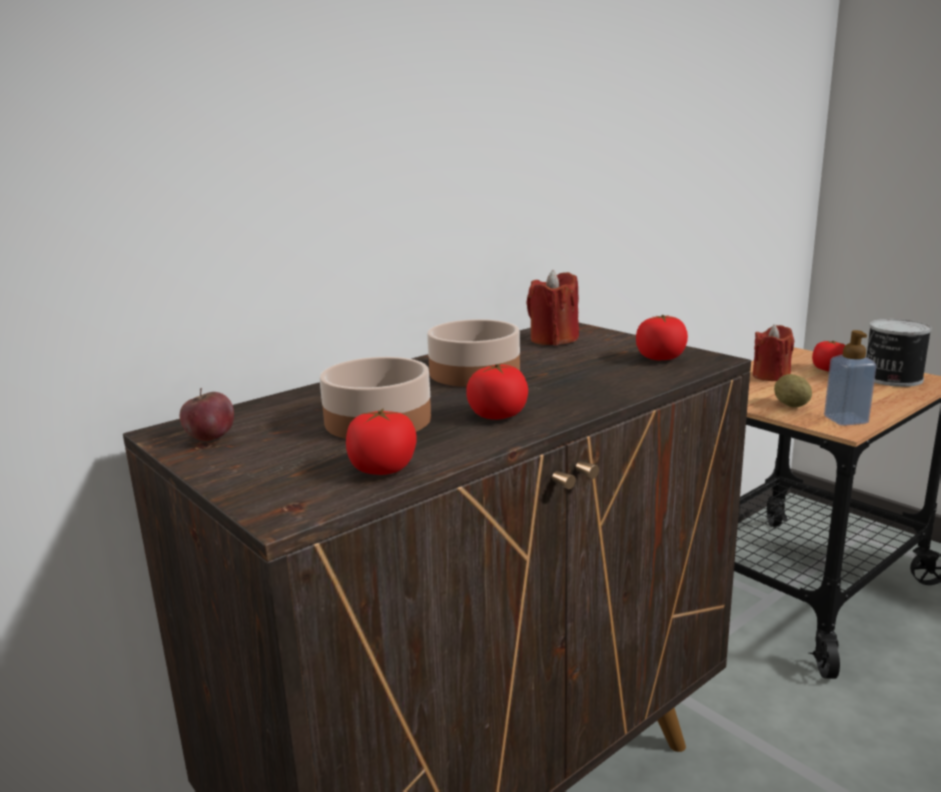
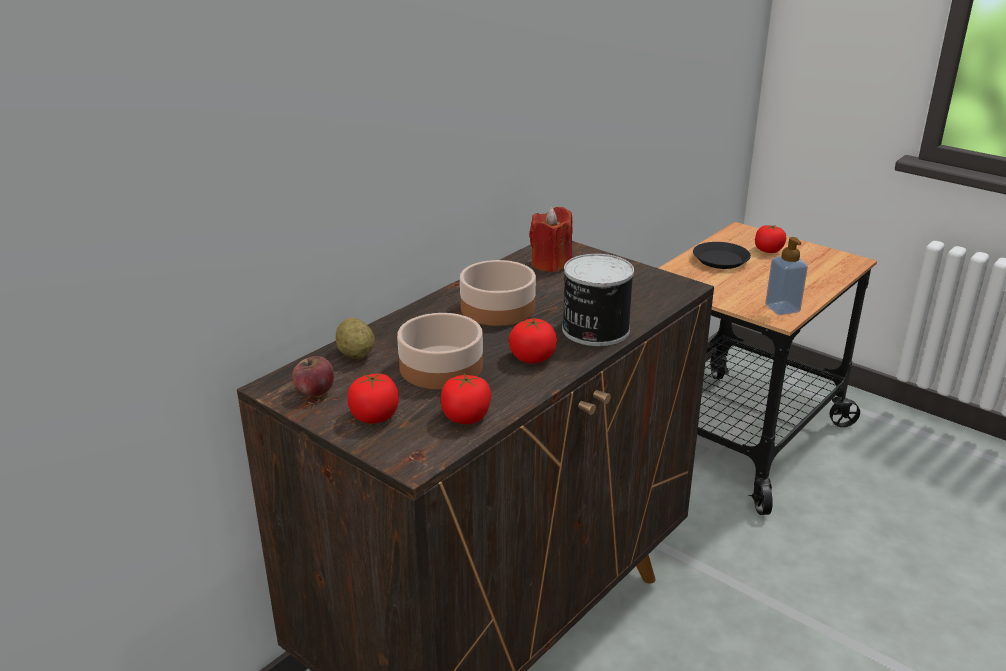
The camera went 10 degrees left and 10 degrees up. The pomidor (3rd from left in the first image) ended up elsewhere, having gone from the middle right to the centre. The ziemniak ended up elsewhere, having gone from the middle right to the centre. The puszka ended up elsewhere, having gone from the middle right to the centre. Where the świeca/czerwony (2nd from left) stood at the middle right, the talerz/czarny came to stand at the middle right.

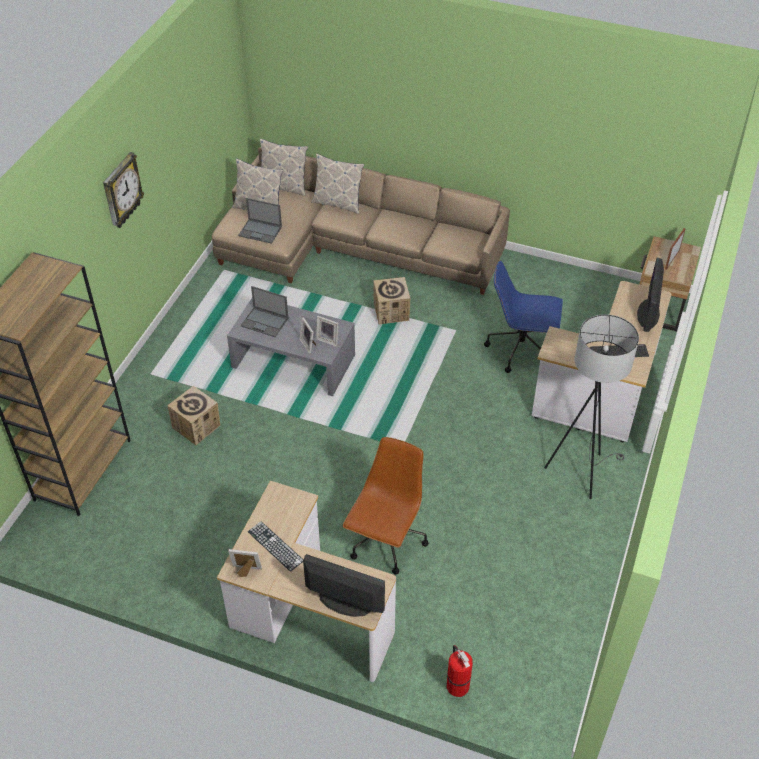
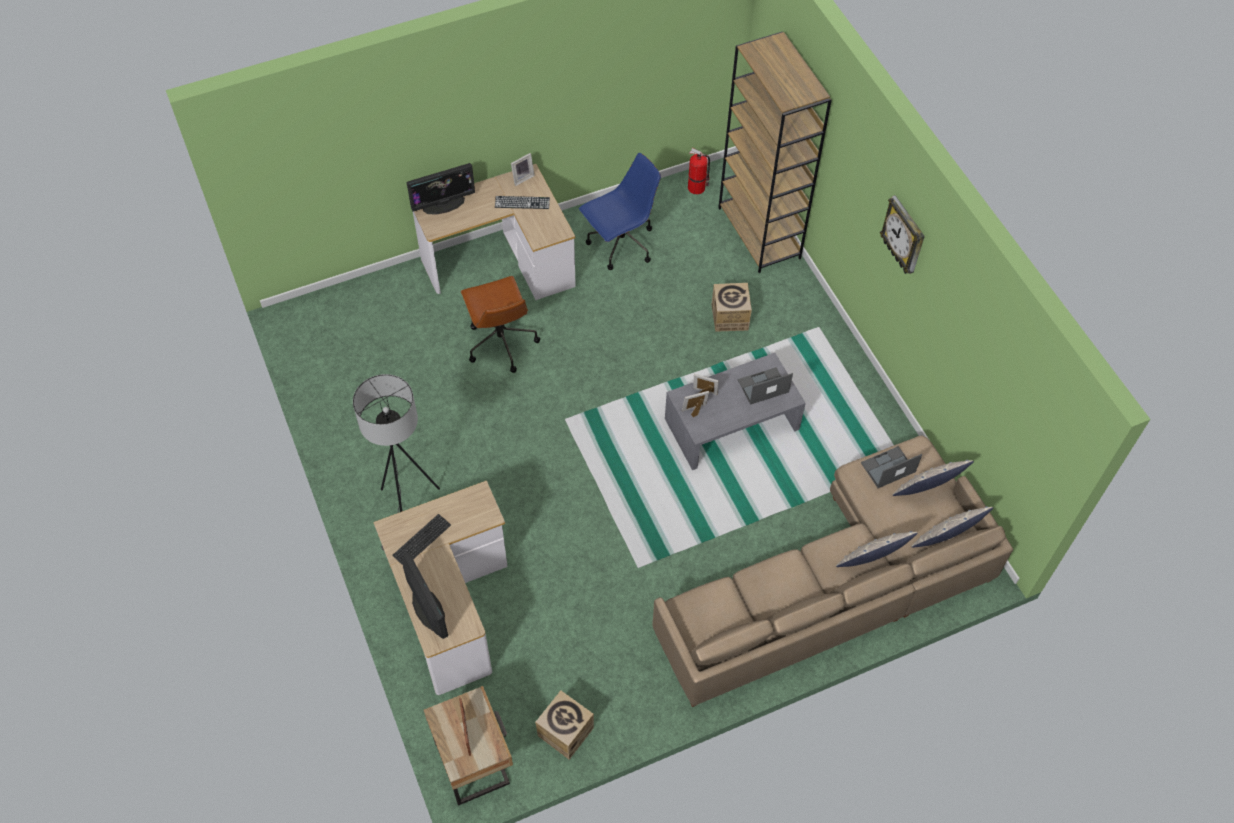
The camera went 135 degrees right and 10 degrees up. The karton (2nd from left in the first image) ended up elsewhere, having gone from the centre to the bottom centre. The gaśnica ended up elsewhere, having gone from the bottom centre to the top centre. The krzesło biurowe/niebieski ended up elsewhere, having gone from the middle right to the top centre.

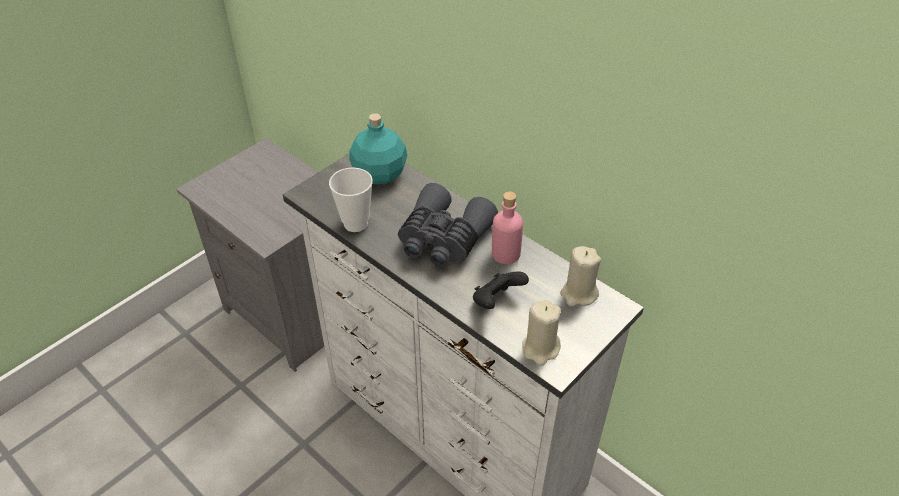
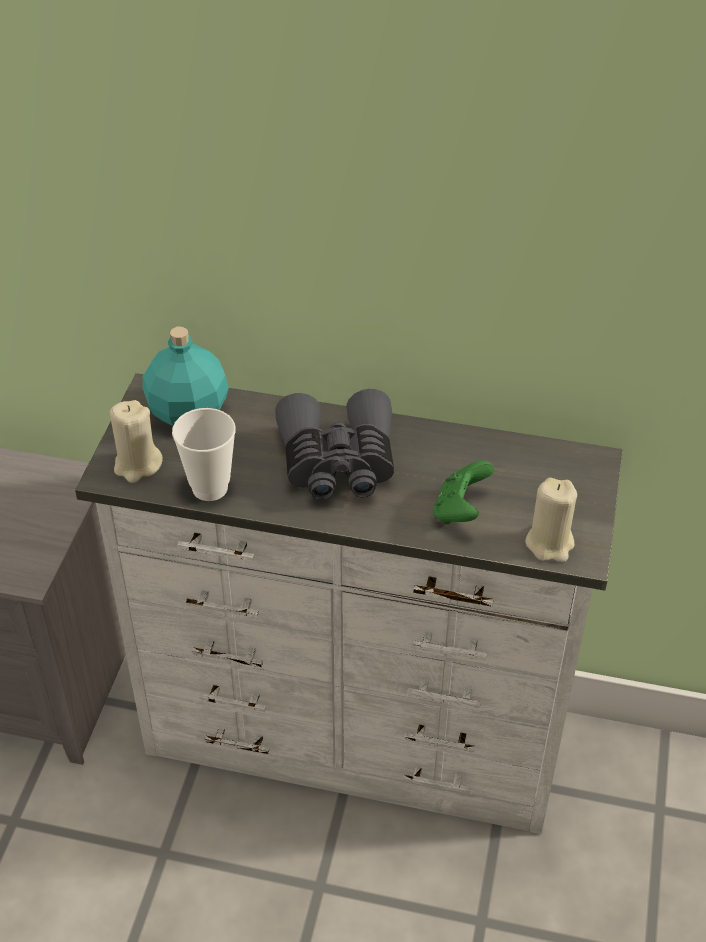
The camera went 30 degrees left and 0 degrees up. The second view lost the butelka/różowy at the centre. The świeca/beżowy (2nd from left in the first image) ended up elsewhere, having gone from the centre to the middle left. What was the pad do gier/czarny at the centre turned into the pad do gier/zielony at the centre.

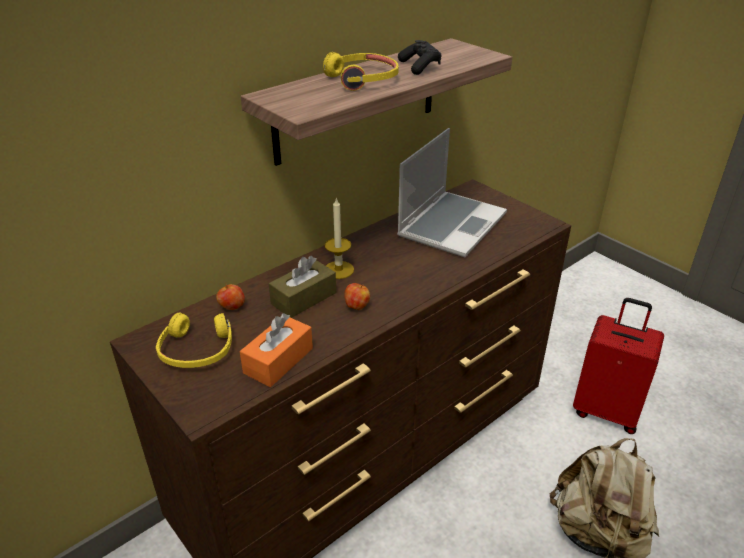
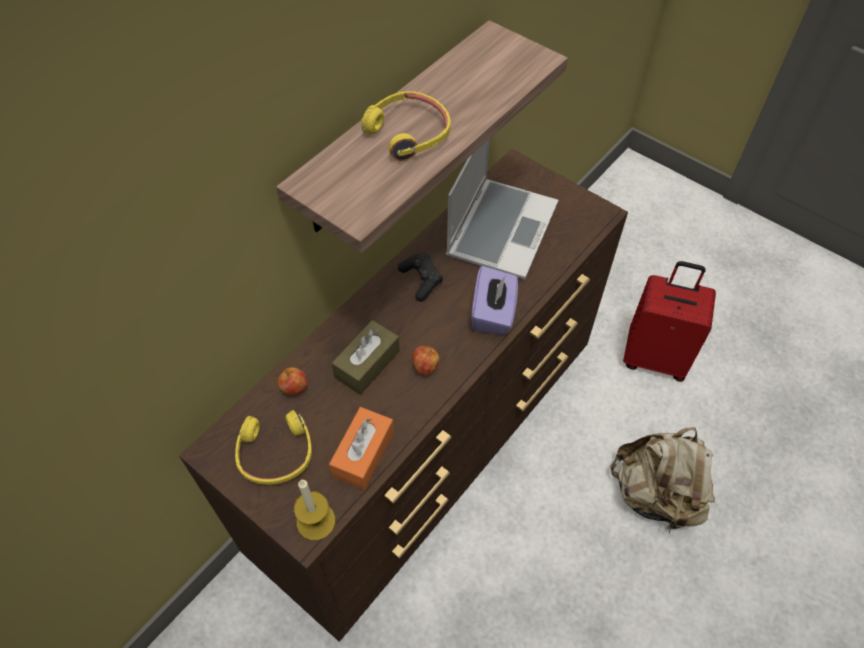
The camera went 10 degrees left and 20 degrees up. The second view gained the pudełko chusteczek/fioletowy at the centre. The świeca ended up elsewhere, having gone from the centre to the bottom centre. The pad do gier/czarny ended up elsewhere, having gone from the top centre to the centre.

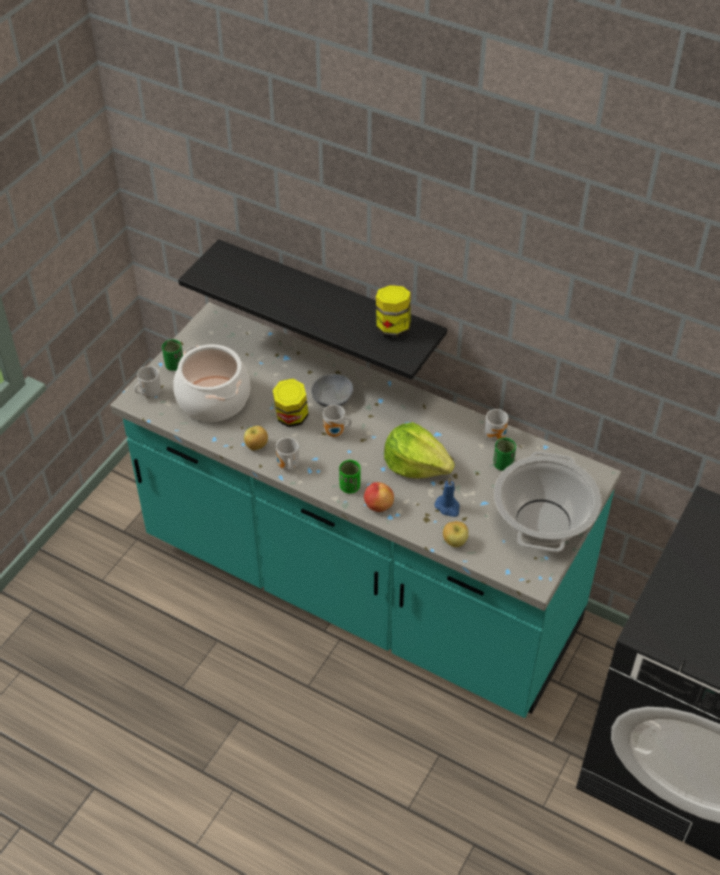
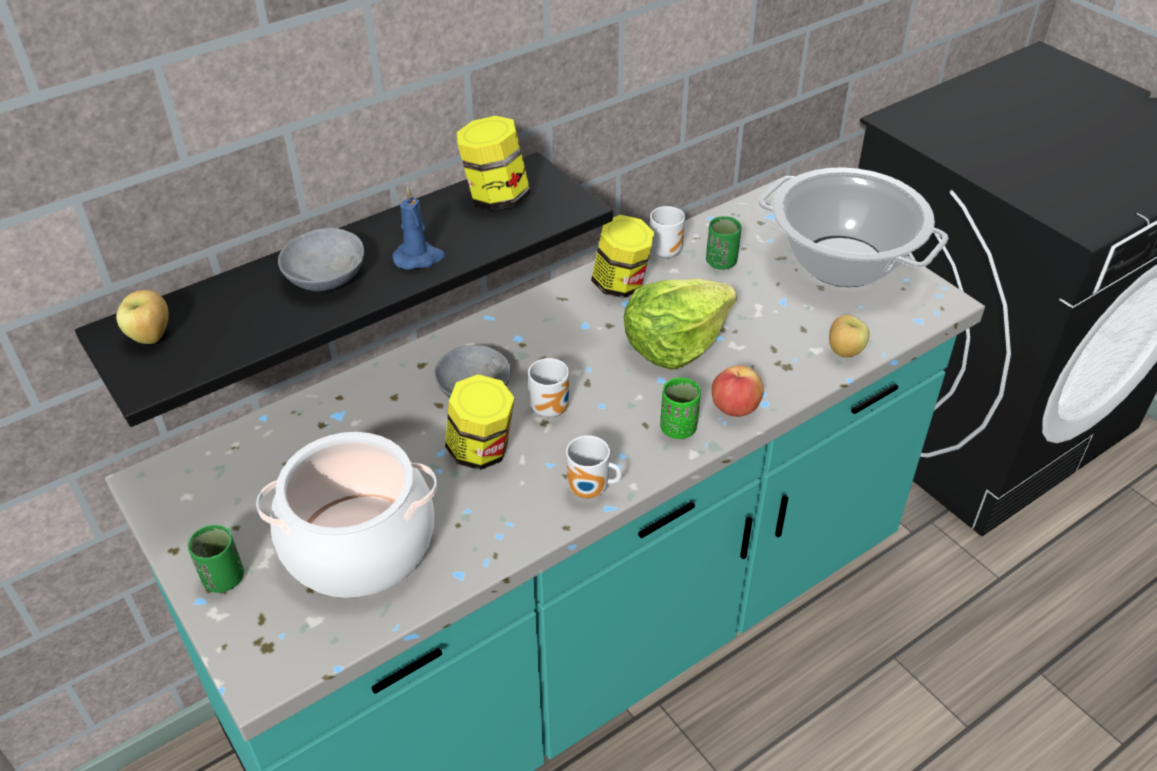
The camera went 65 degrees left and 5 degrees down. The second view lost the kubek (1st from left) at the middle left. The second view gained the miska/szary (1st from left) at the middle left. The second view gained the słoik (3rd from left) at the top centre. The jabłko (1st from left) ended up elsewhere, having gone from the centre to the middle left. The świeca/niebieski ended up elsewhere, having gone from the centre to the top centre.

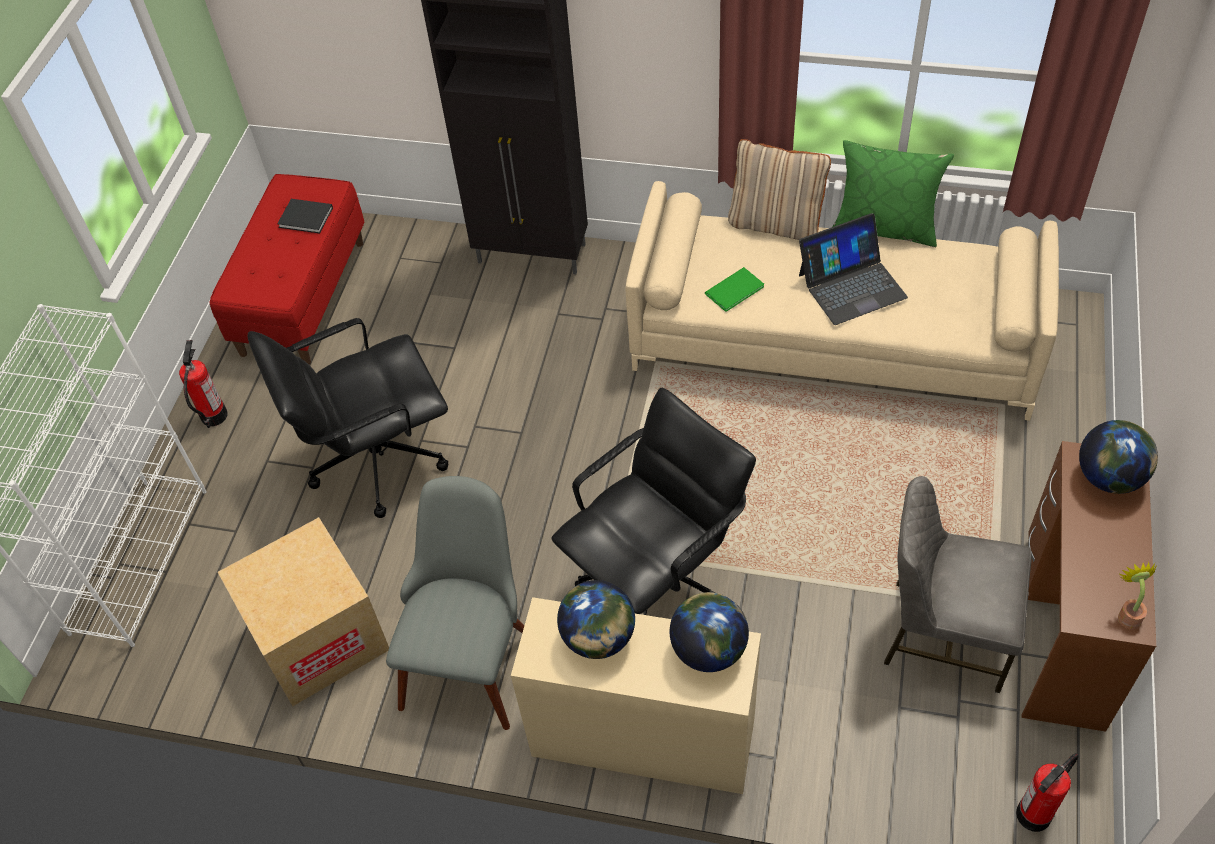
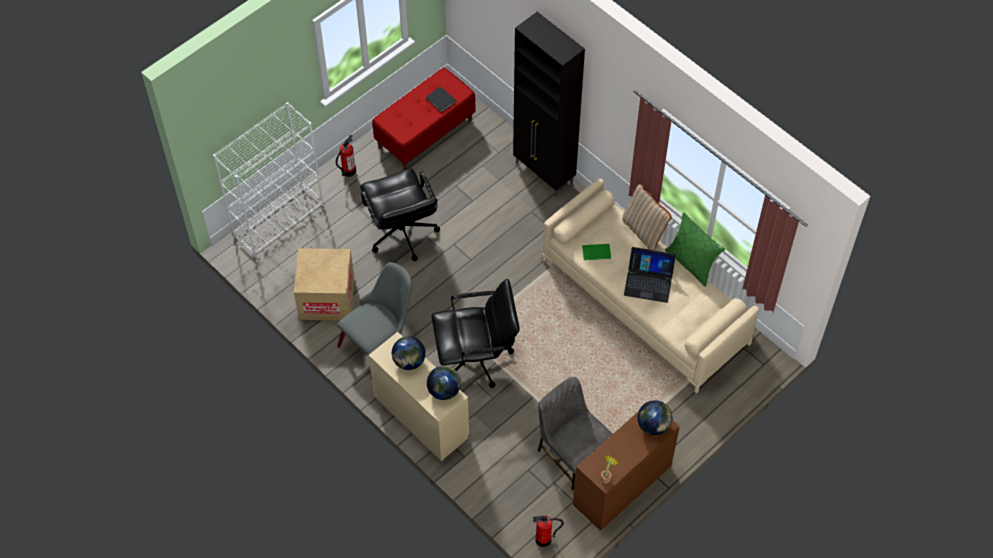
The camera went 30 degrees right and 5 degrees up. The krzesło biurowe/czarny (1st from left) at the middle left ended up facing another way, 120 degrees counterclockwise from before.

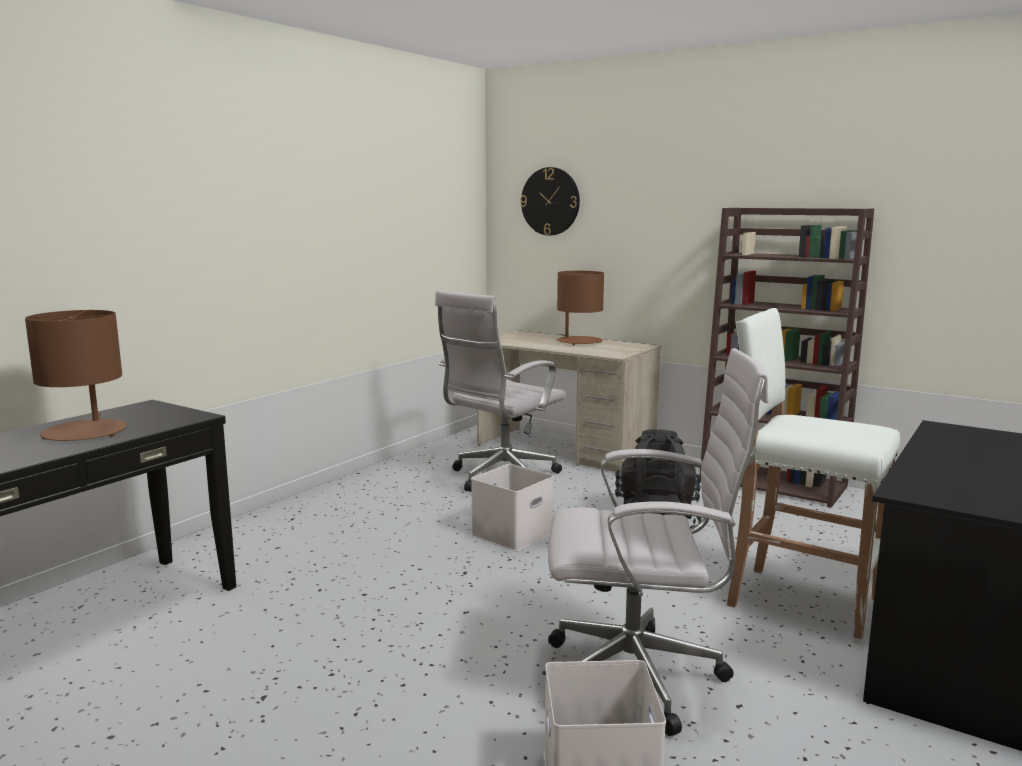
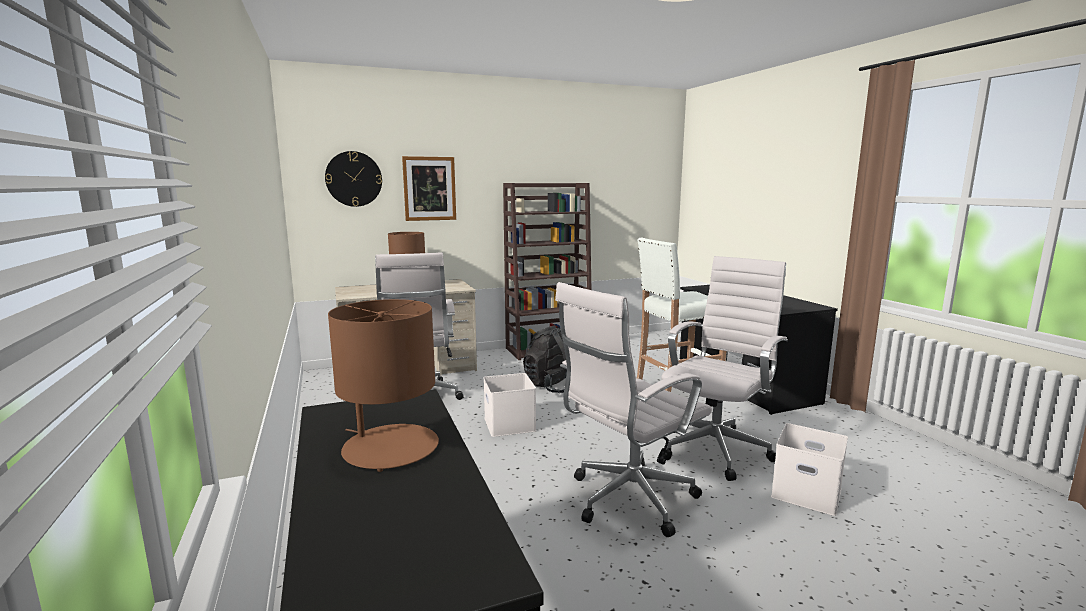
The camera went 55 degrees left and 0 degrees up. The second view gained the obraz at the top centre. The second view gained the krzesło biurowe/biały (2nd from left) at the bottom centre.

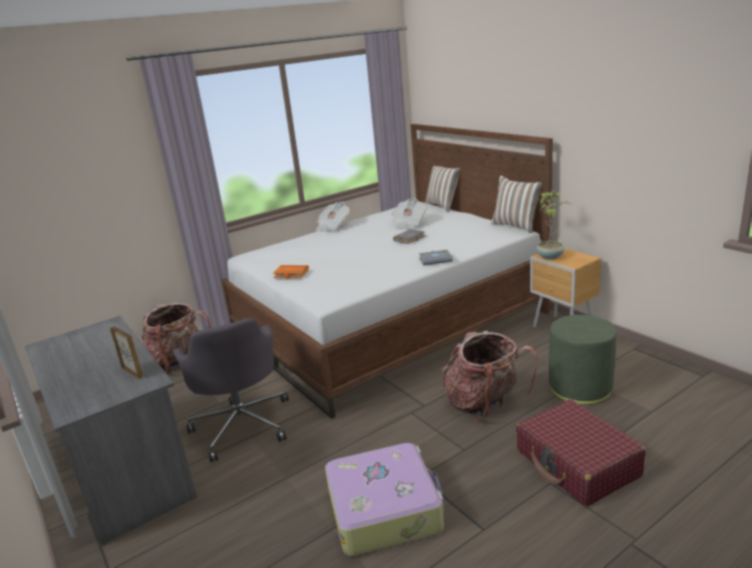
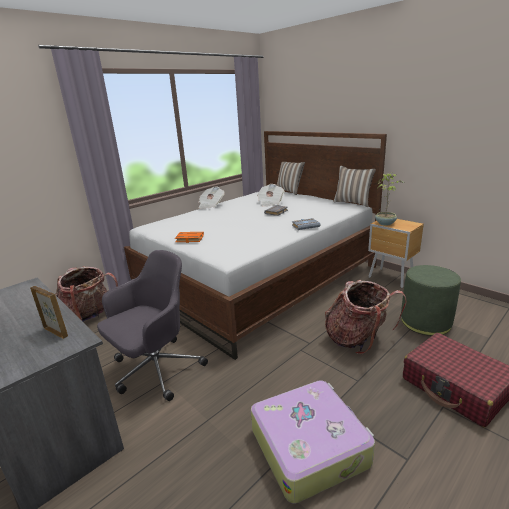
The camera went 10 degrees left and 0 degrees up. The krzesło biurowe/szary at the bottom left ended up facing another way, 105 degrees counterclockwise from before.

